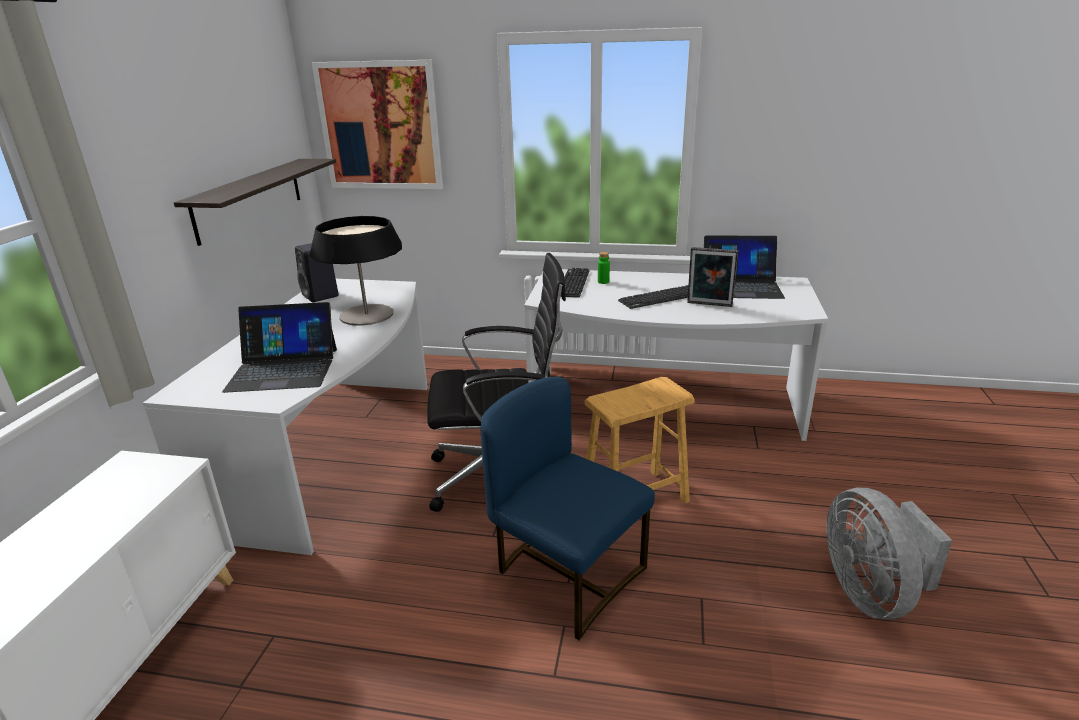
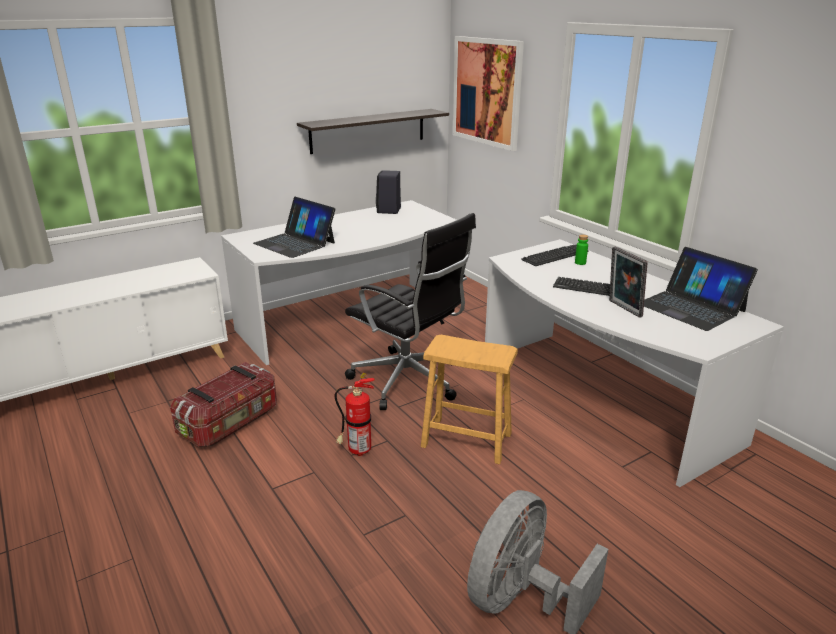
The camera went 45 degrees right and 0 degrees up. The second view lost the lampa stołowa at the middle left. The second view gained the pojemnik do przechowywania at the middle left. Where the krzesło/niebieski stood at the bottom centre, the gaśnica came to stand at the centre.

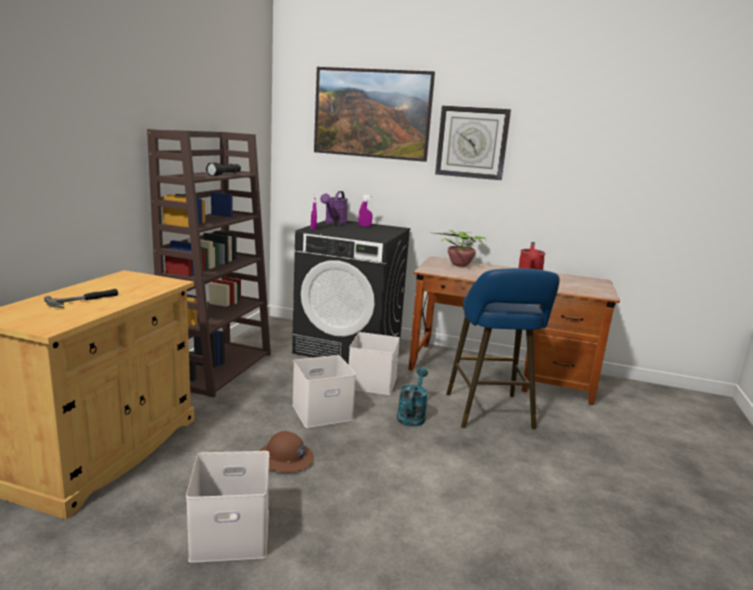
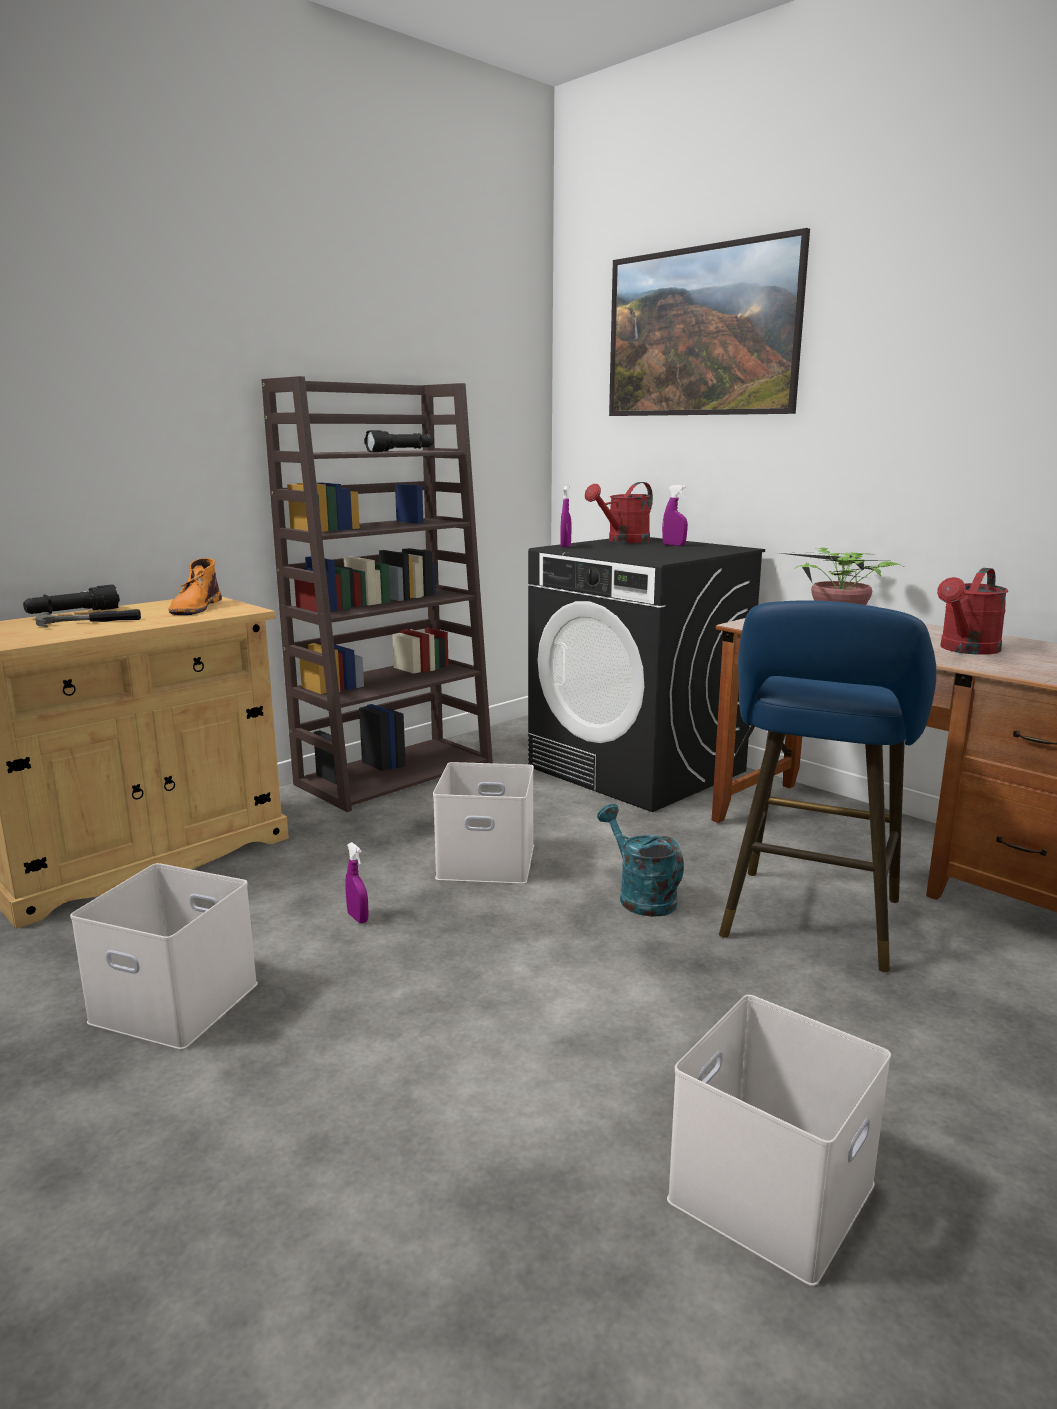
The camera went 30 degrees right and 0 degrees up. The second view lost the zegar ścienny at the top centre. The second view gained the latarka/czarny (1st from left) at the middle left. The second view gained the but z cholewką/pomarańczowy at the middle left. The pojemnik do przechowywania/biały (3rd from left) ended up elsewhere, having gone from the centre to the bottom right. Where the kask/brązowy stood at the bottom centre, the spryskiwacz/fioletowy (1st from left) came to stand at the centre. What was the konewka/fioletowy at the centre turned into the konewka/czerwony (1st from left) at the centre. The konewka/turkusowy at the bottom centre ended up facing another way, 75 degrees counterclockwise from before.

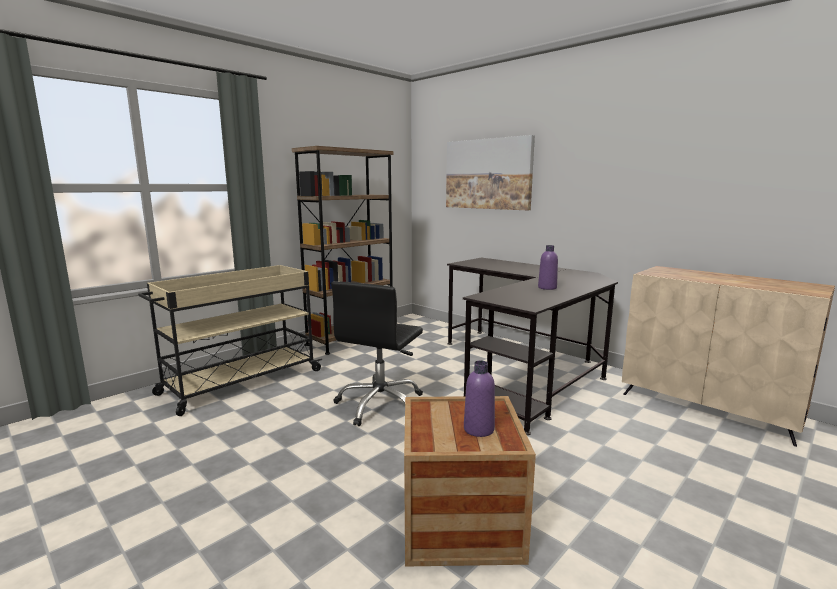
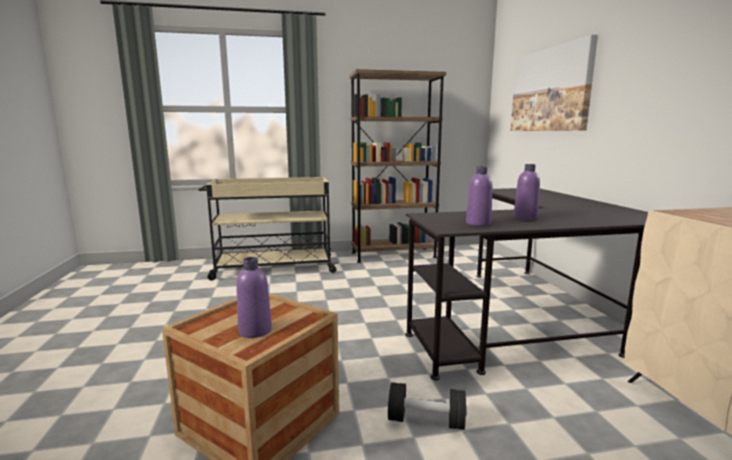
The camera went 35 degrees right and 0 degrees up. The second view lost the krzesło biurowe/czarny at the centre. The second view gained the hantel/czarny at the bottom centre. The second view gained the butelka/fioletowy (2nd from left) at the centre.

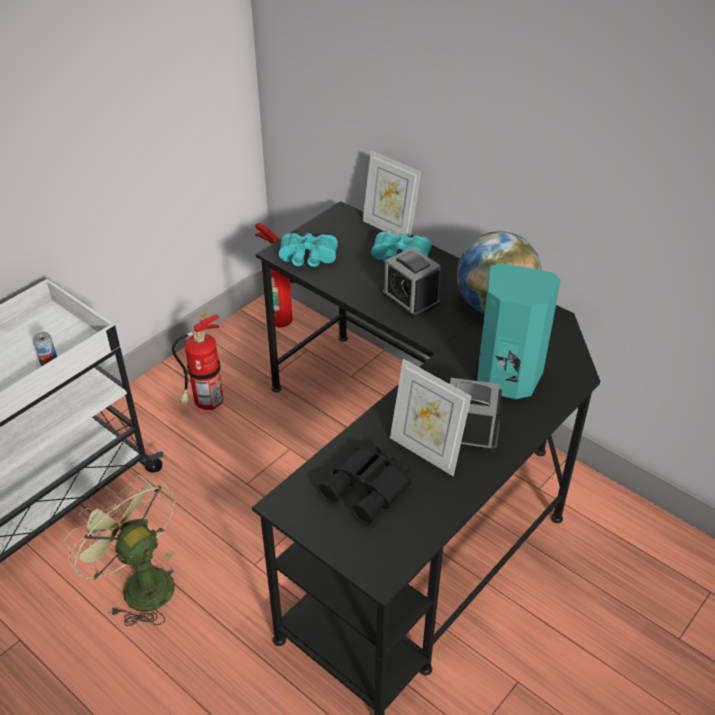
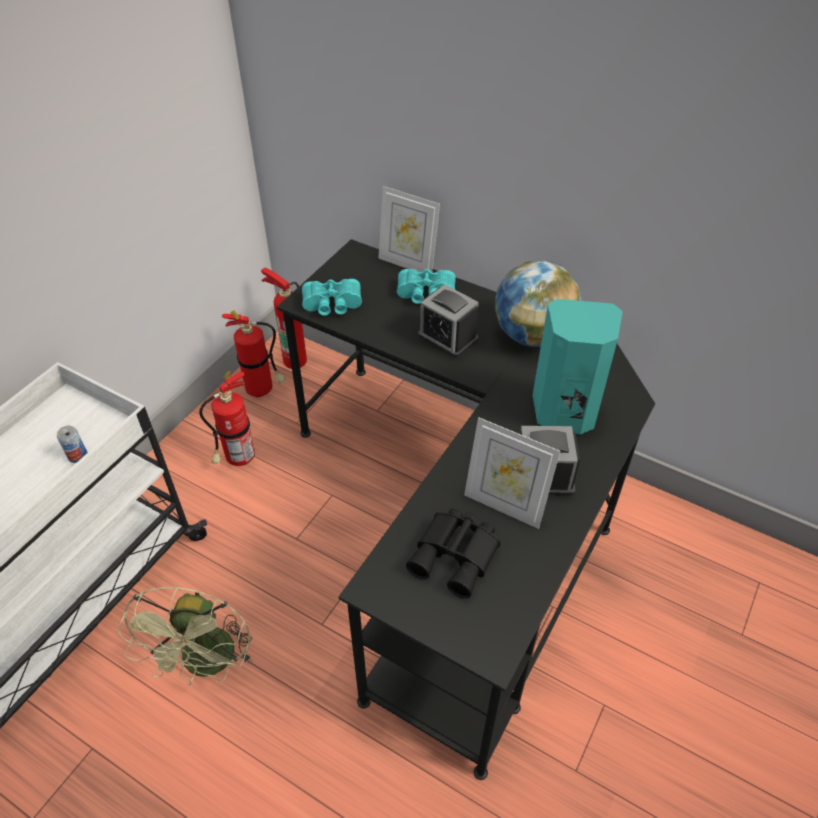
The camera went 10 degrees left and 5 degrees up. The second view gained the gaśnica (2nd from left) at the middle left. The wentylator/zielony at the bottom left ended up facing another way, 120 degrees counterclockwise from before.

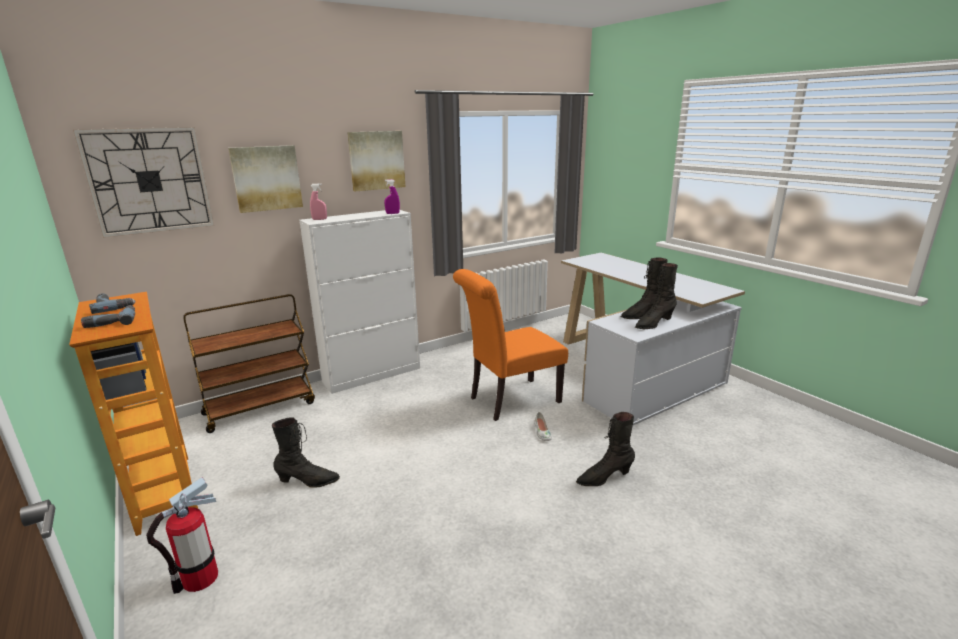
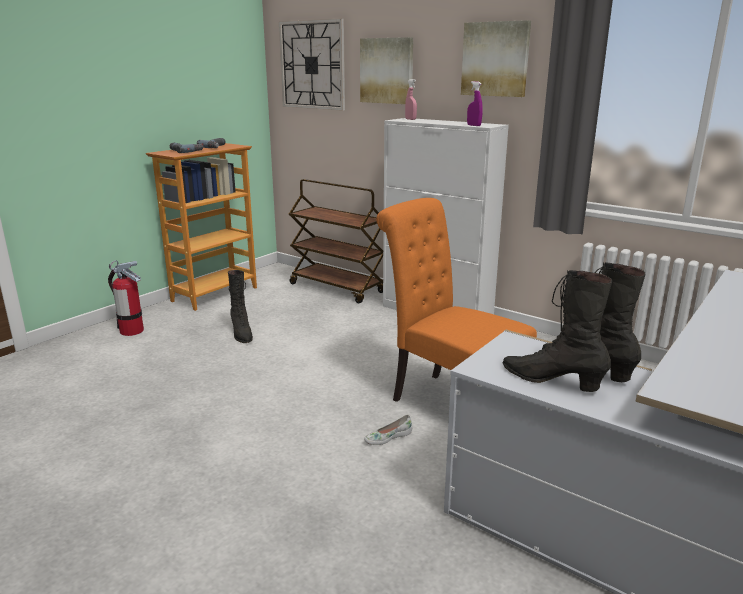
The camera went 70 degrees right and 0 degrees up. The second view lost the but z cholewką/czarny (2nd from left) at the bottom centre.

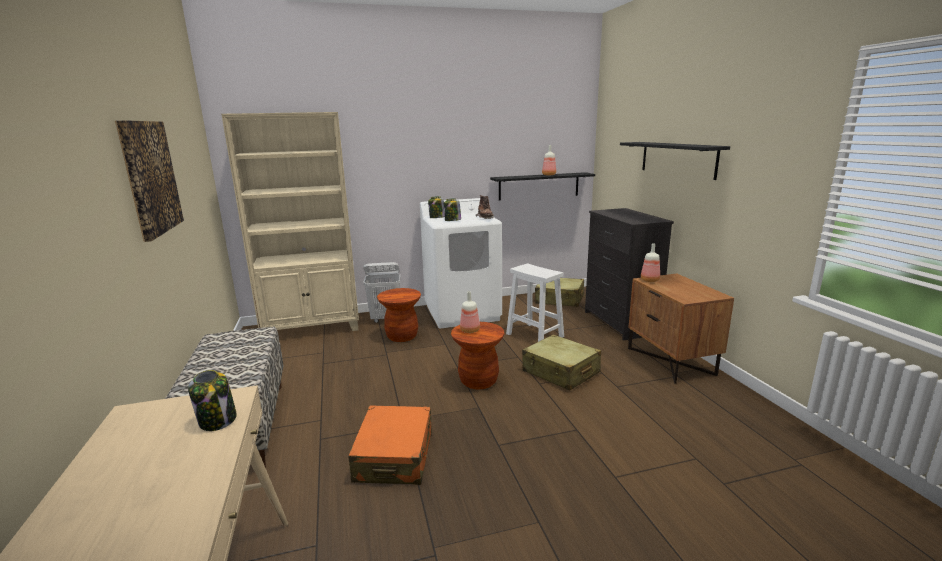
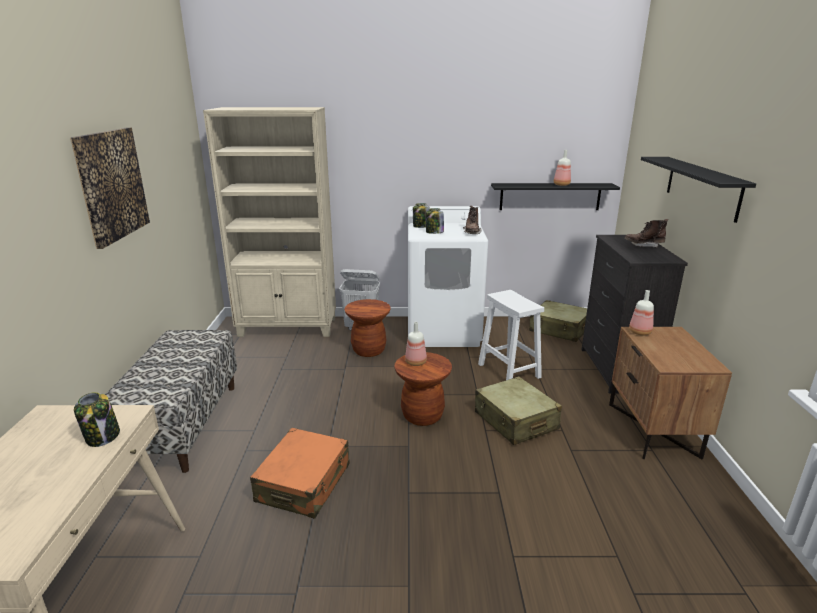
The camera went 15 degrees right and 5 degrees up. The second view gained the but z cholewką/brązowy (2nd from left) at the middle right.

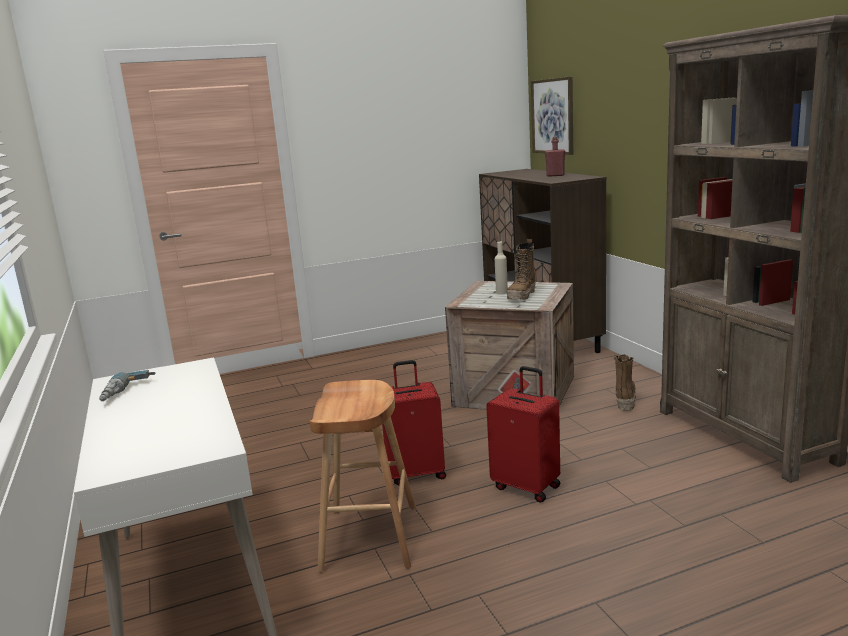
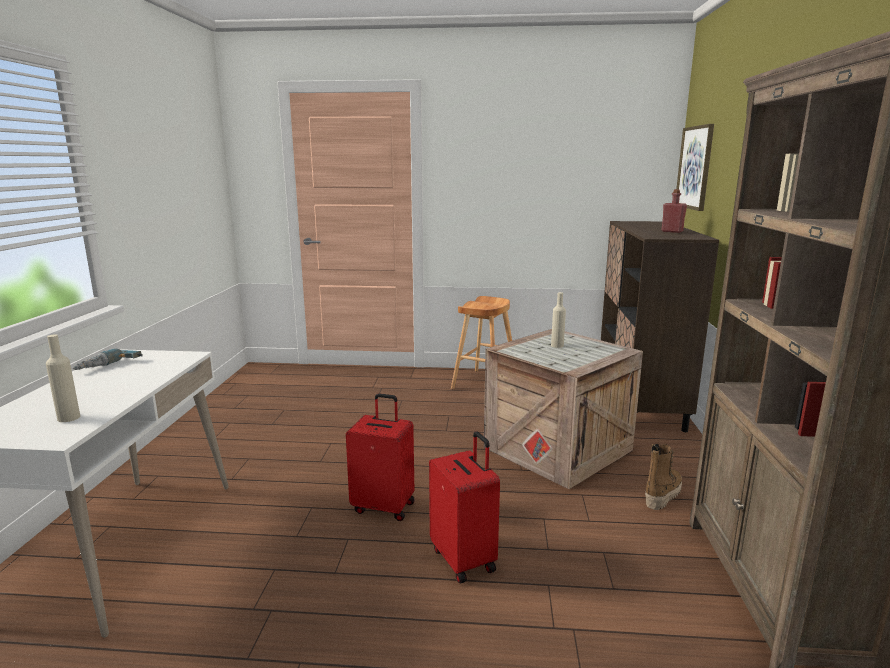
The camera went 25 degrees right and 0 degrees up. The second view lost the but z cholewką (1st from left) at the centre. The second view gained the butelka/beżowy (1st from left) at the middle left. The stołek/brązowy ended up elsewhere, having gone from the bottom centre to the centre.

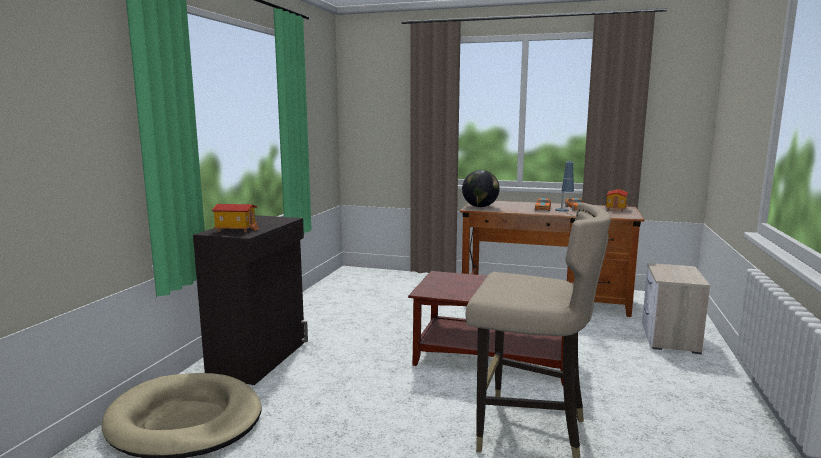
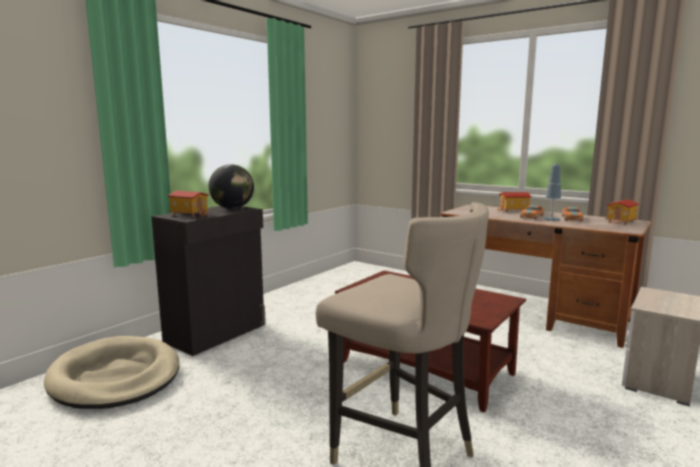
The camera went 20 degrees right and 0 degrees up. The second view gained the domek (2nd from left) at the middle right. The globus ended up elsewhere, having gone from the centre to the middle left.

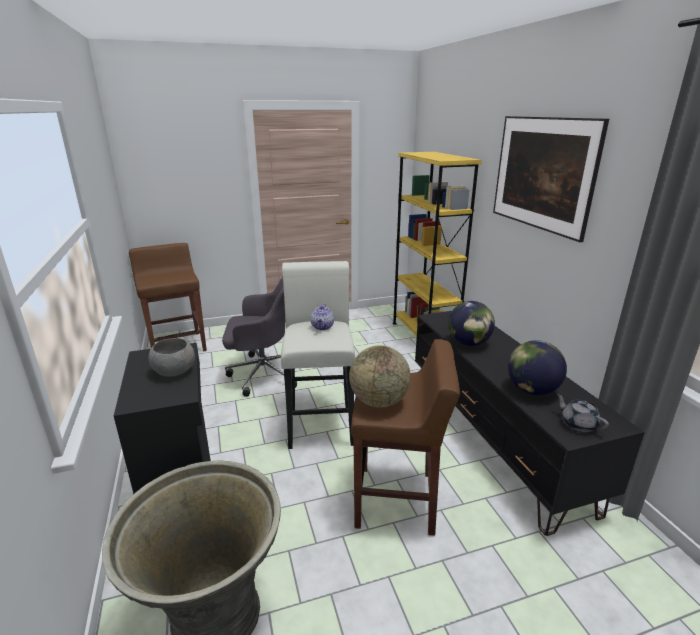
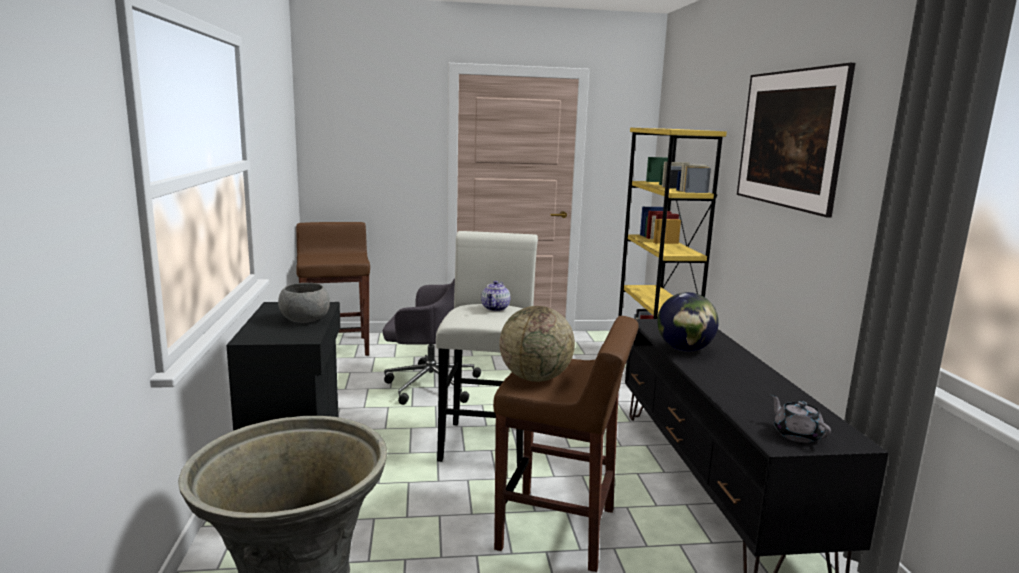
The camera went 10 degrees right and 10 degrees down. The second view lost the globus (3rd from left) at the middle right.

